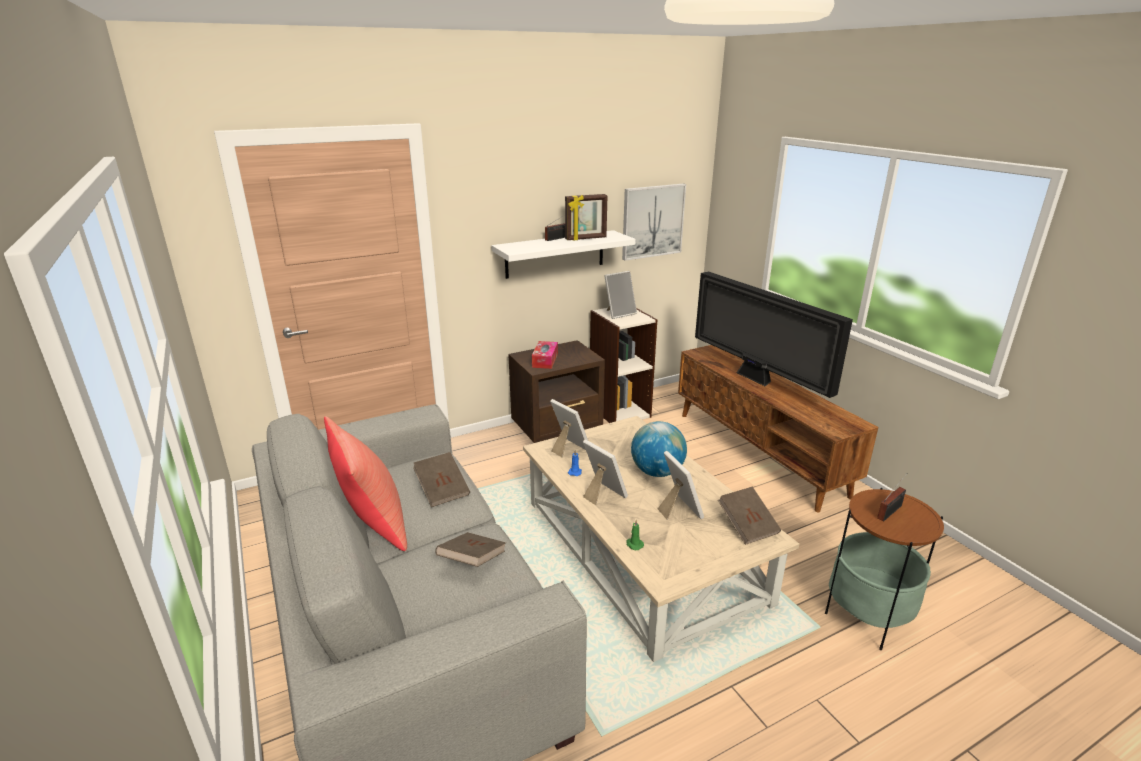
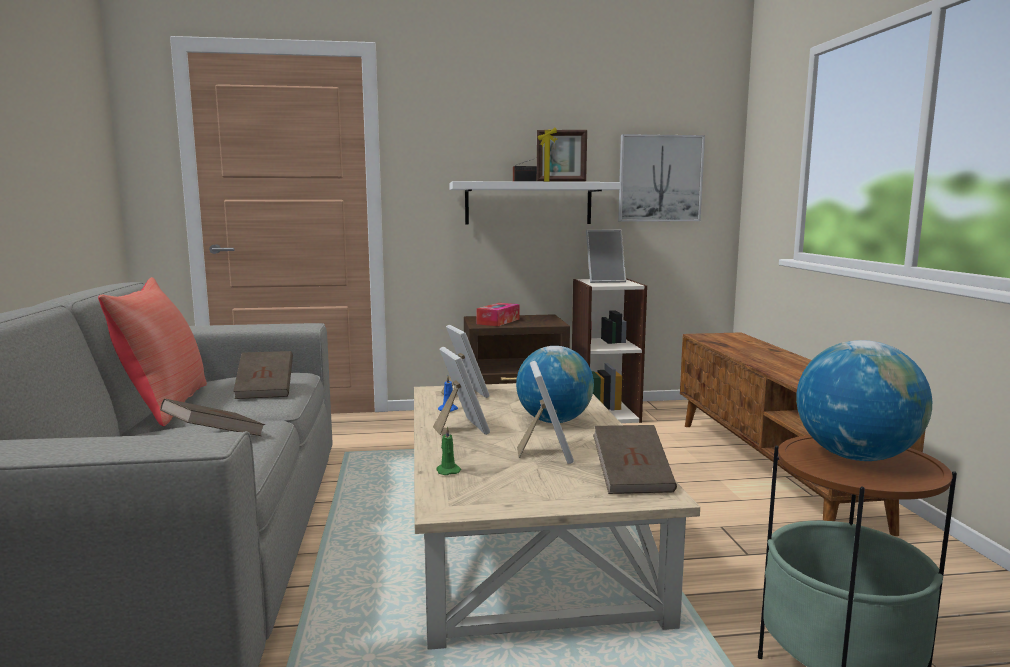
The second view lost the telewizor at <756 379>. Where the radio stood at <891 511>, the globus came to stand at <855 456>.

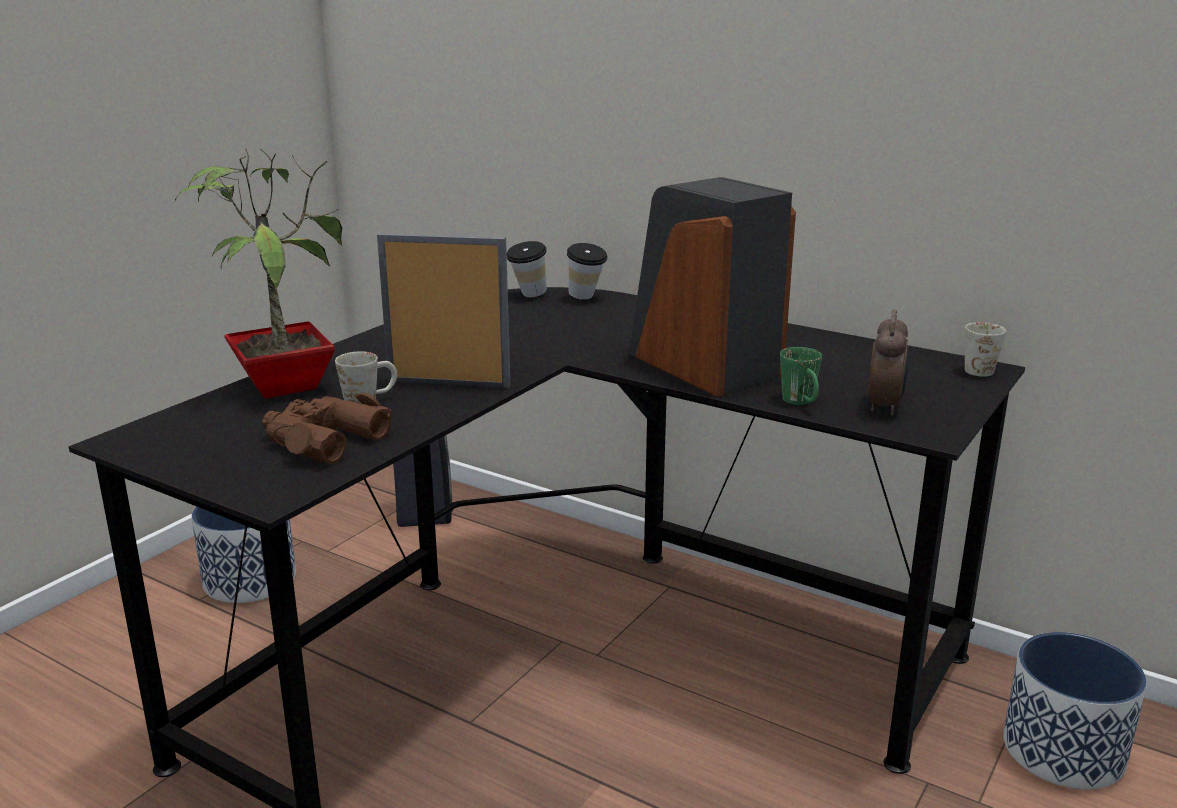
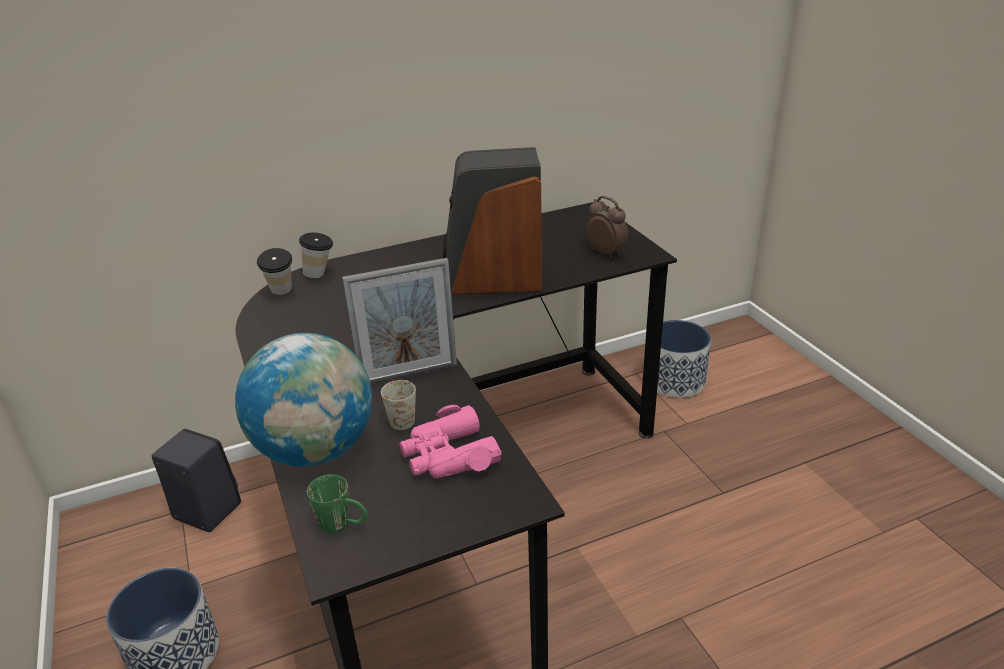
Where the roślina doniczkowa stood at <282 384>, the globus came to stand at <316 450>. What was the lornetka (brązowy) at <322 440> turned into the lornetka (różowy) at <448 455>. The ramka na zdjęcie at <449 383> ended up facing another way, 150 degrees counterclockwise from before. The kubek (zielony) ended up elsewhere, having gone from <802 403> to <343 524>. The second view lost the kubek (biały) at <979 368>.

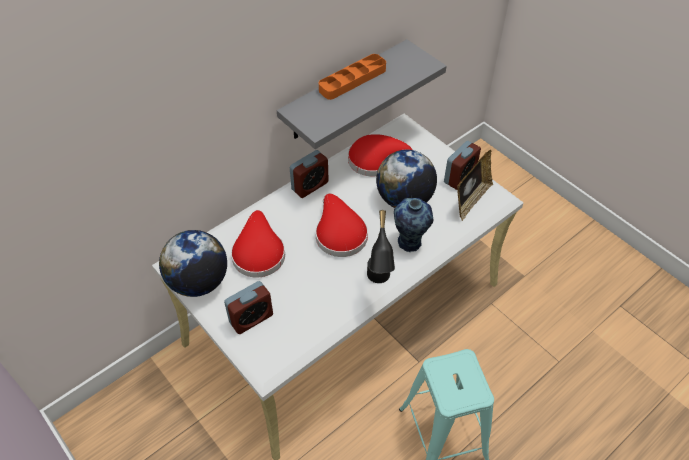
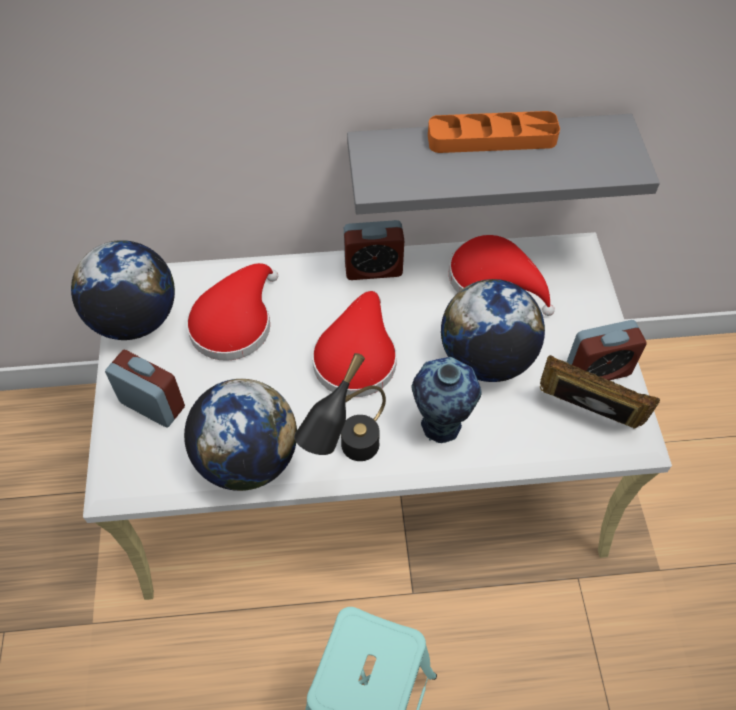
The budzik at <251 318> ended up facing another way, 150 degrees counterclockwise from before. The ramka na zdjęcie at <471 200> ended up facing another way, 135 degrees counterclockwise from before. The second view gained the globus at <247 459>.

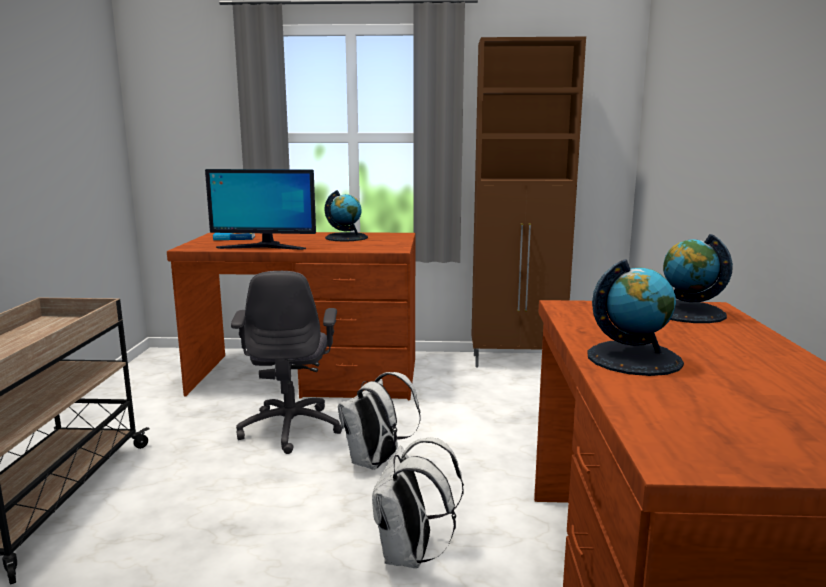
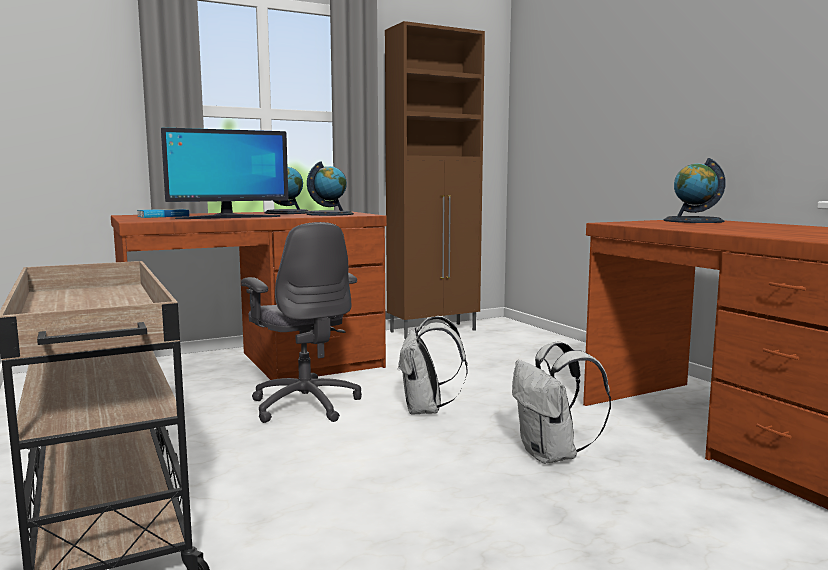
The globus ended up elsewhere, having gone from <634 358> to <330 214>.

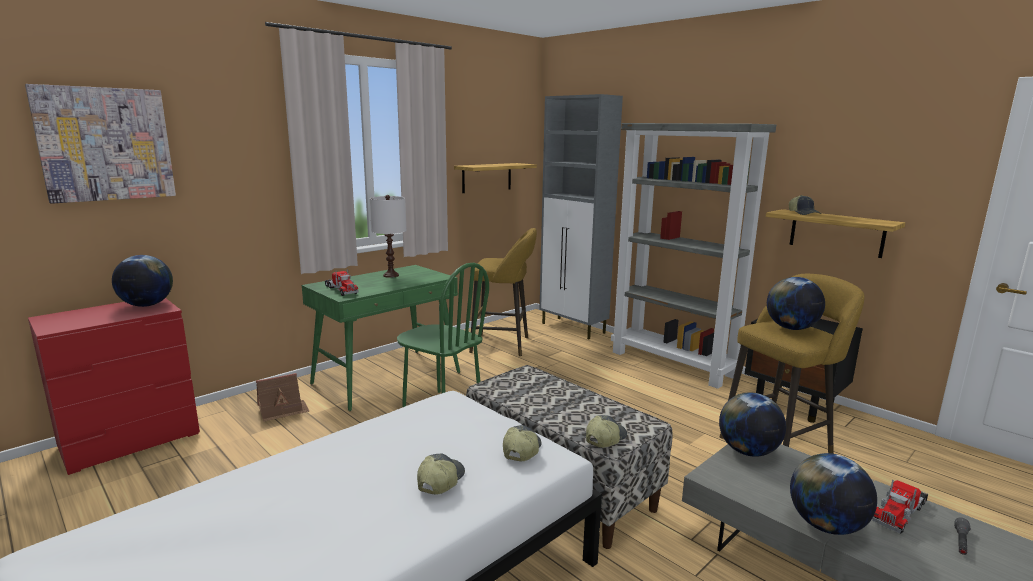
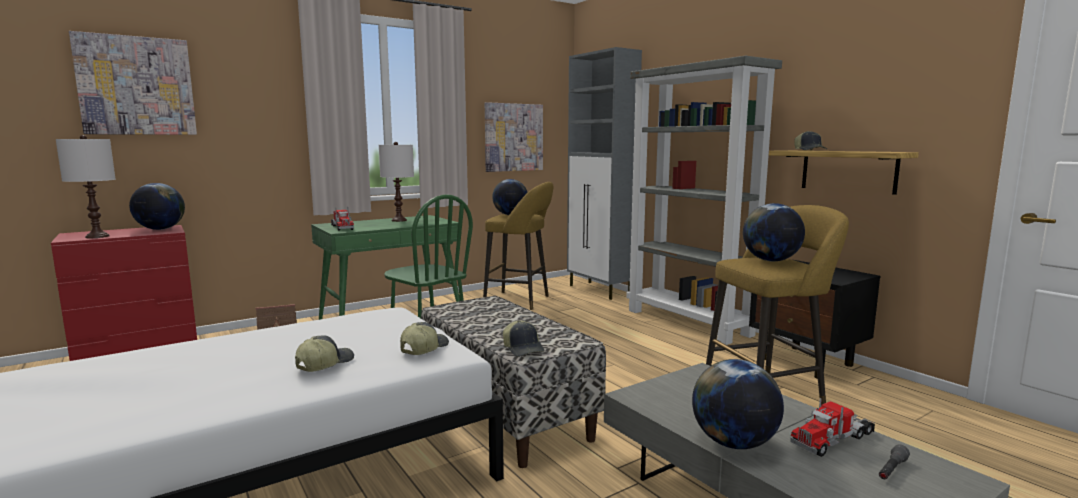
Where the półka hung at <487 177>, the obraz came to hang at <513 137>. The czapka z daszkiem at <605 438> ended up facing another way, 105 degrees clockwise from before. The globus ended up elsewhere, having gone from <748 451> to <510 215>. The second view gained the lampa stołowa (biały) at <97 236>.

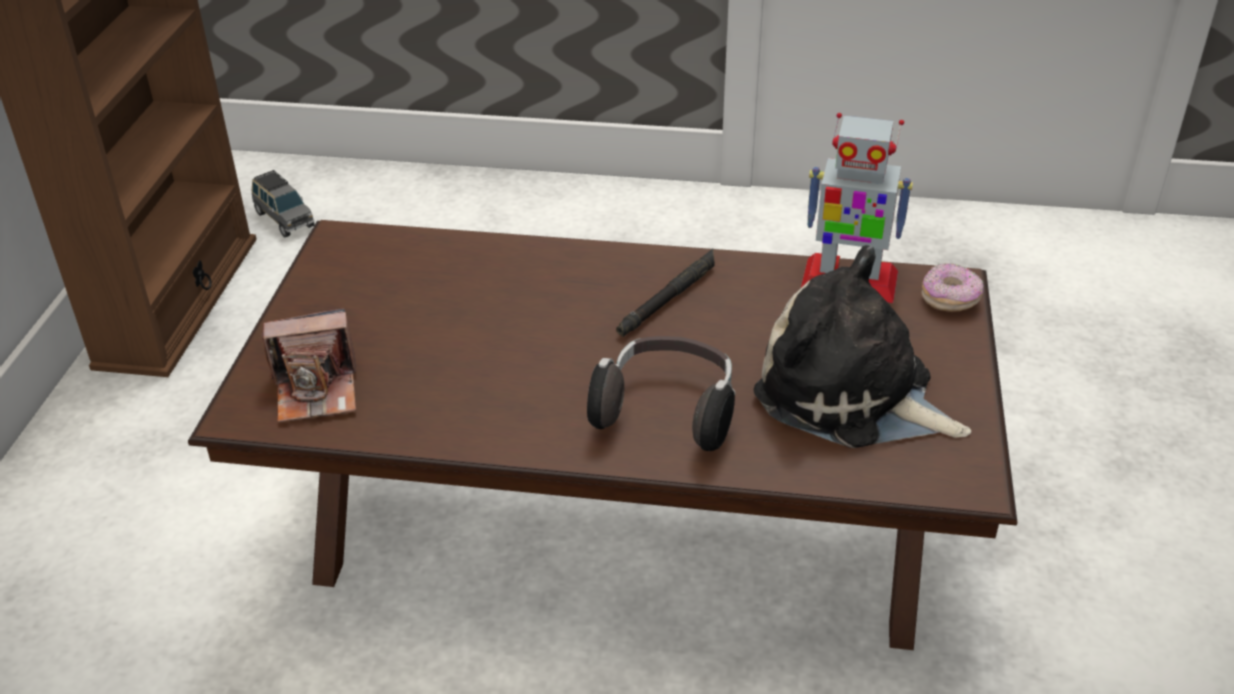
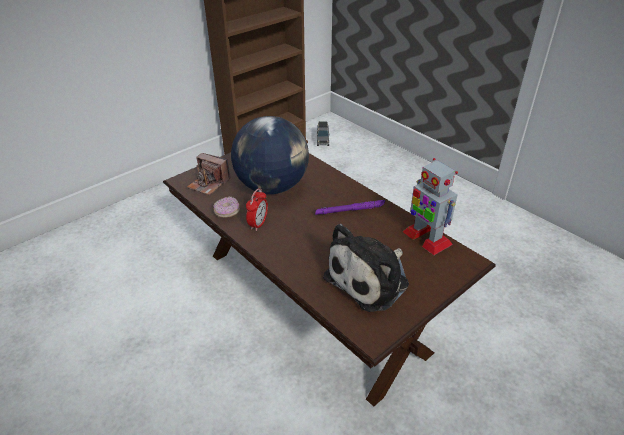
The second view lost the słuchawki at <667 412>. What was the latarka (czarny) at <669 298> turned into the latarka (fioletowy) at <350 210>. The pluszak at <852 395> ended up facing another way, 120 degrees counterclockwise from before. The donut ended up elsewhere, having gone from <950 299> to <227 212>. The second view gained the globus at <272 186>. The second view gained the budzik at <258 224>.

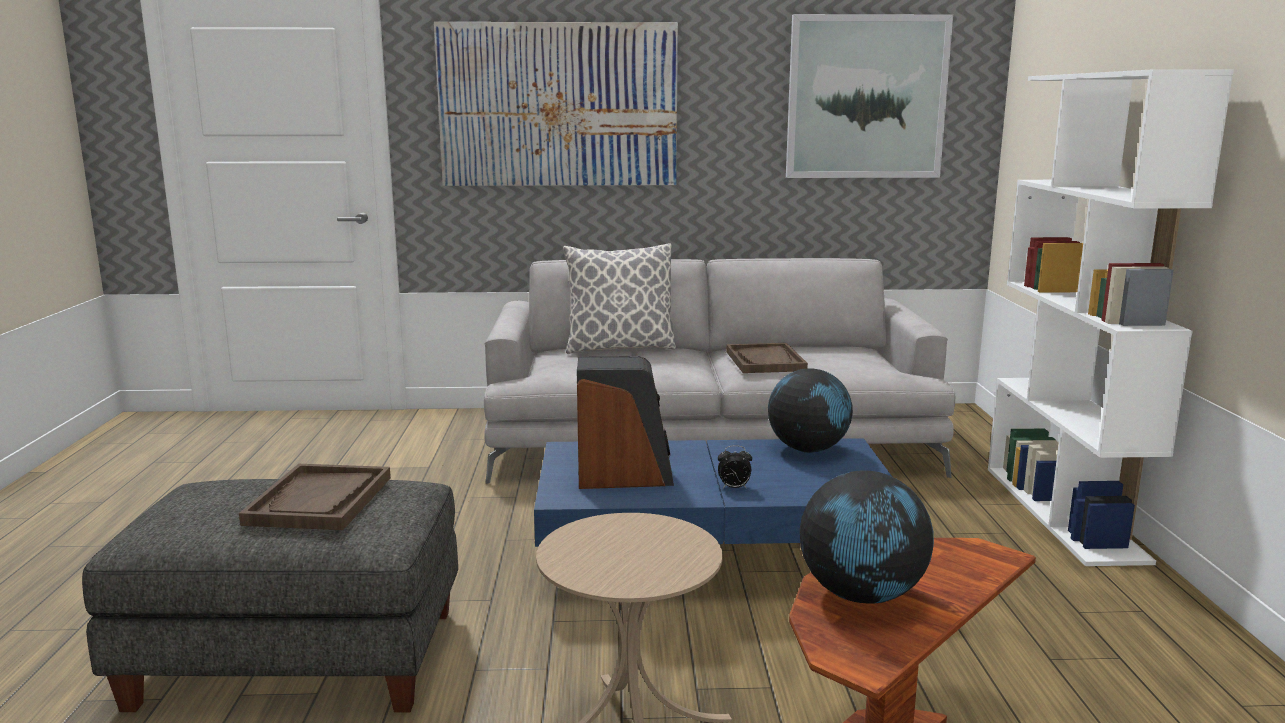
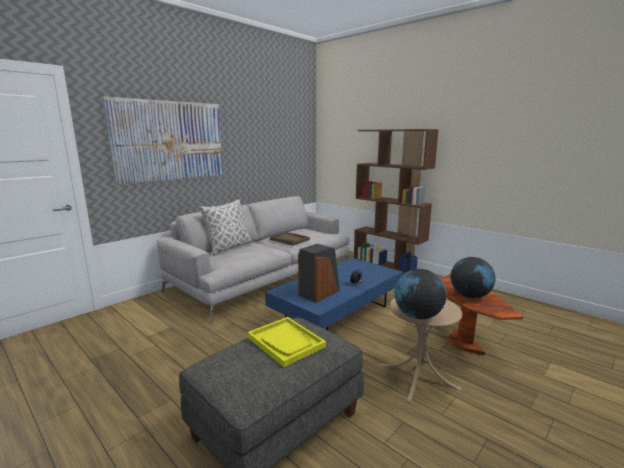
What was the taca (brązowy) at <320 500> turned into the taca (żółty) at <286 342>. The globus ended up elsewhere, having gone from <808 449> to <417 316>. The second view lost the obraz at <866 97>. What was the regał (biały) at <1064 512> turned into the regał (brązowy) at <388 266>.

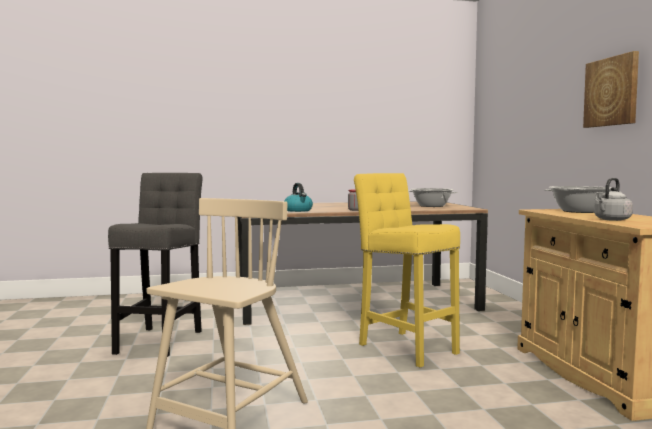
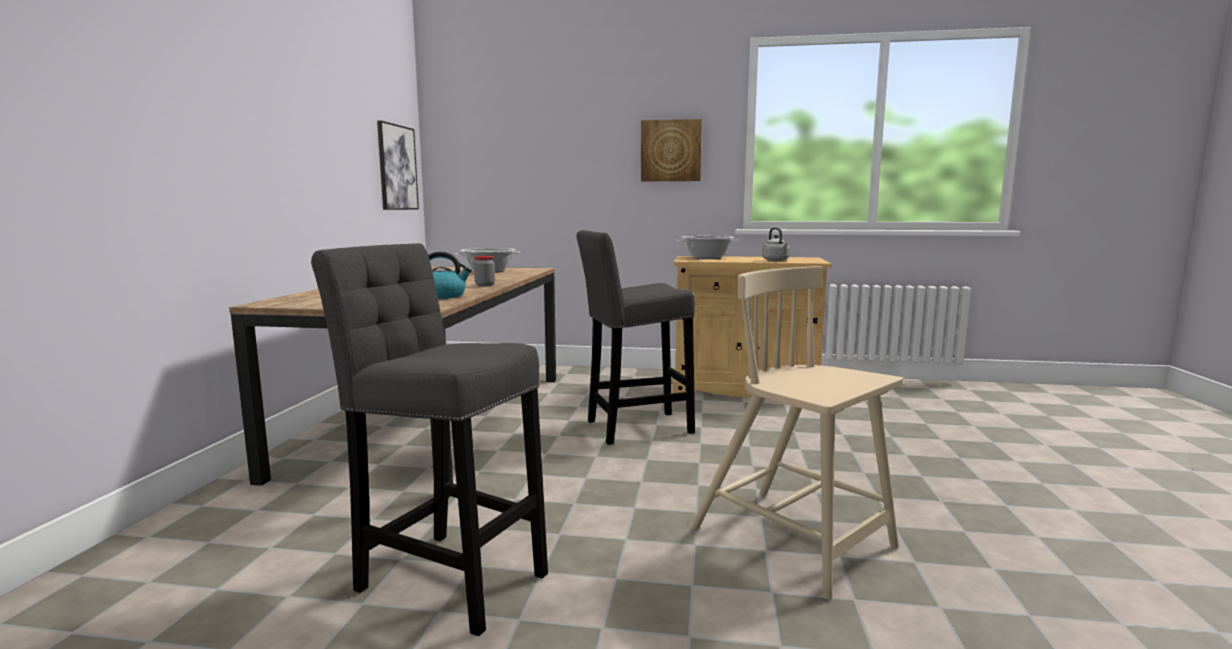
What was the stołek (żółty) at <405 347> turned into the stołek (szary) at <633 428>. The second view gained the obraz at <397 167>.

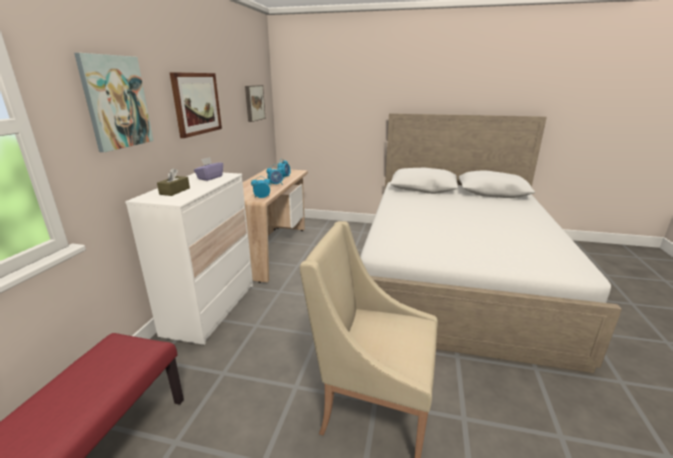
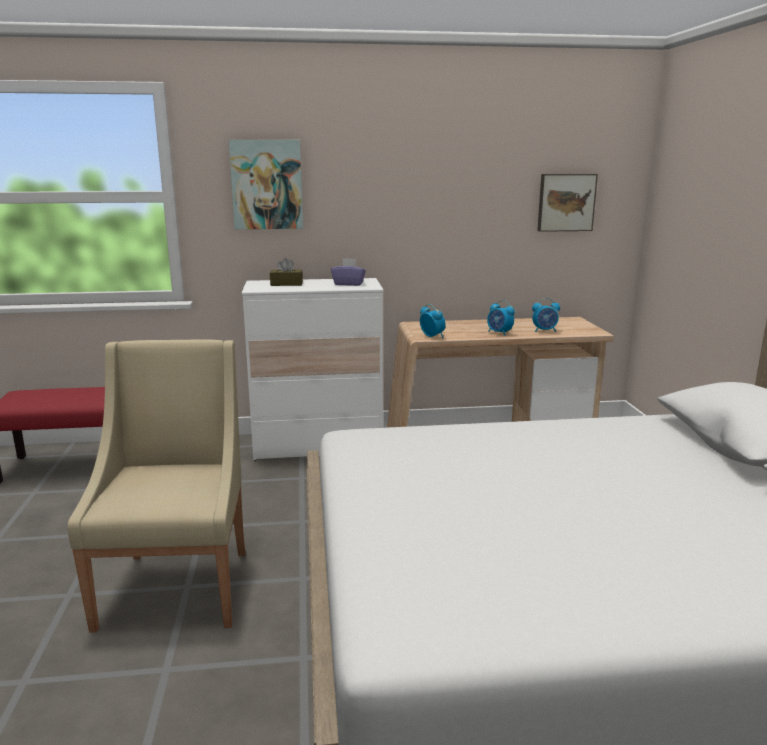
The second view lost the obraz at <196 103>.

